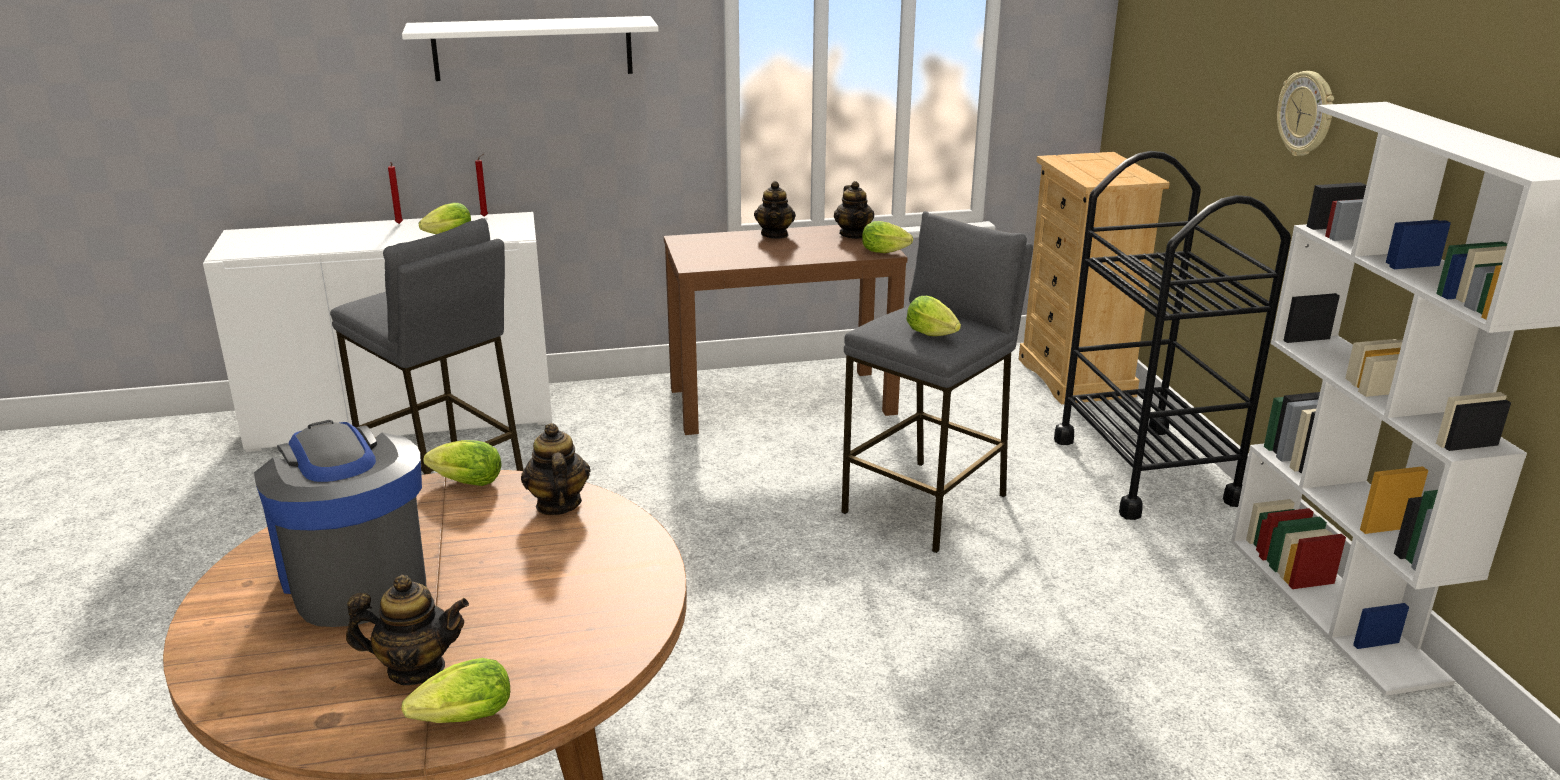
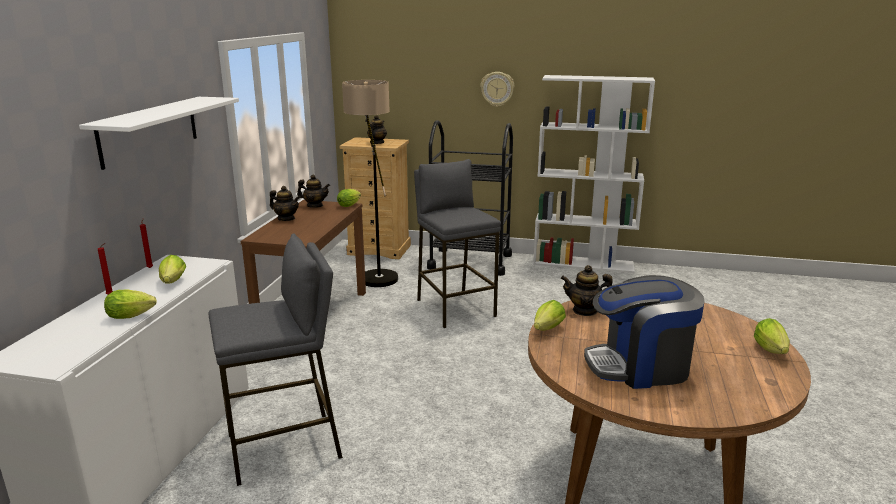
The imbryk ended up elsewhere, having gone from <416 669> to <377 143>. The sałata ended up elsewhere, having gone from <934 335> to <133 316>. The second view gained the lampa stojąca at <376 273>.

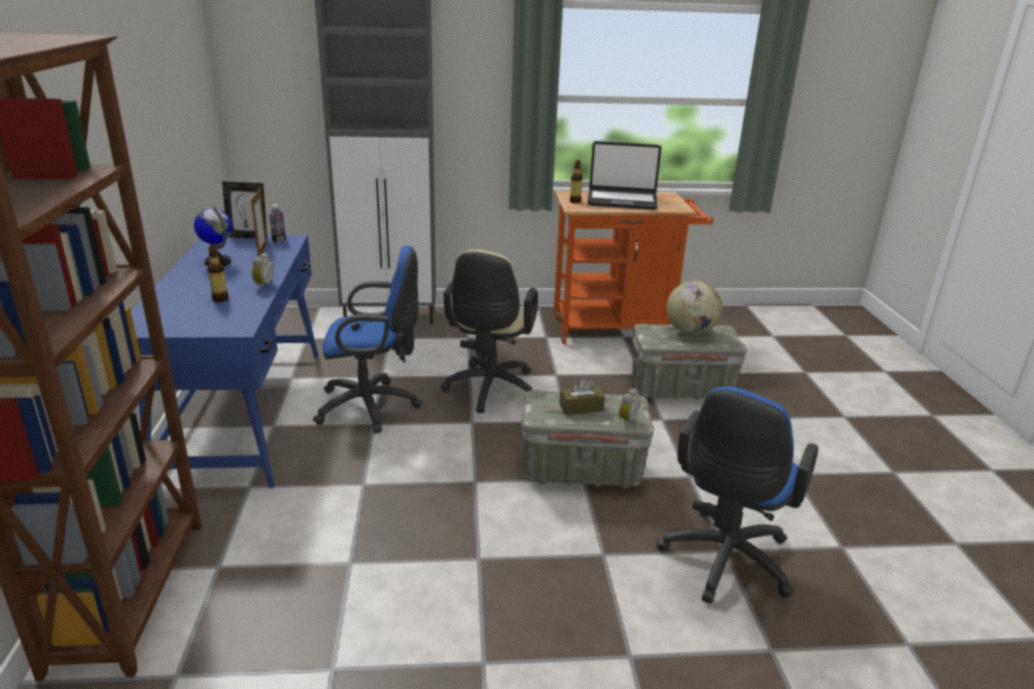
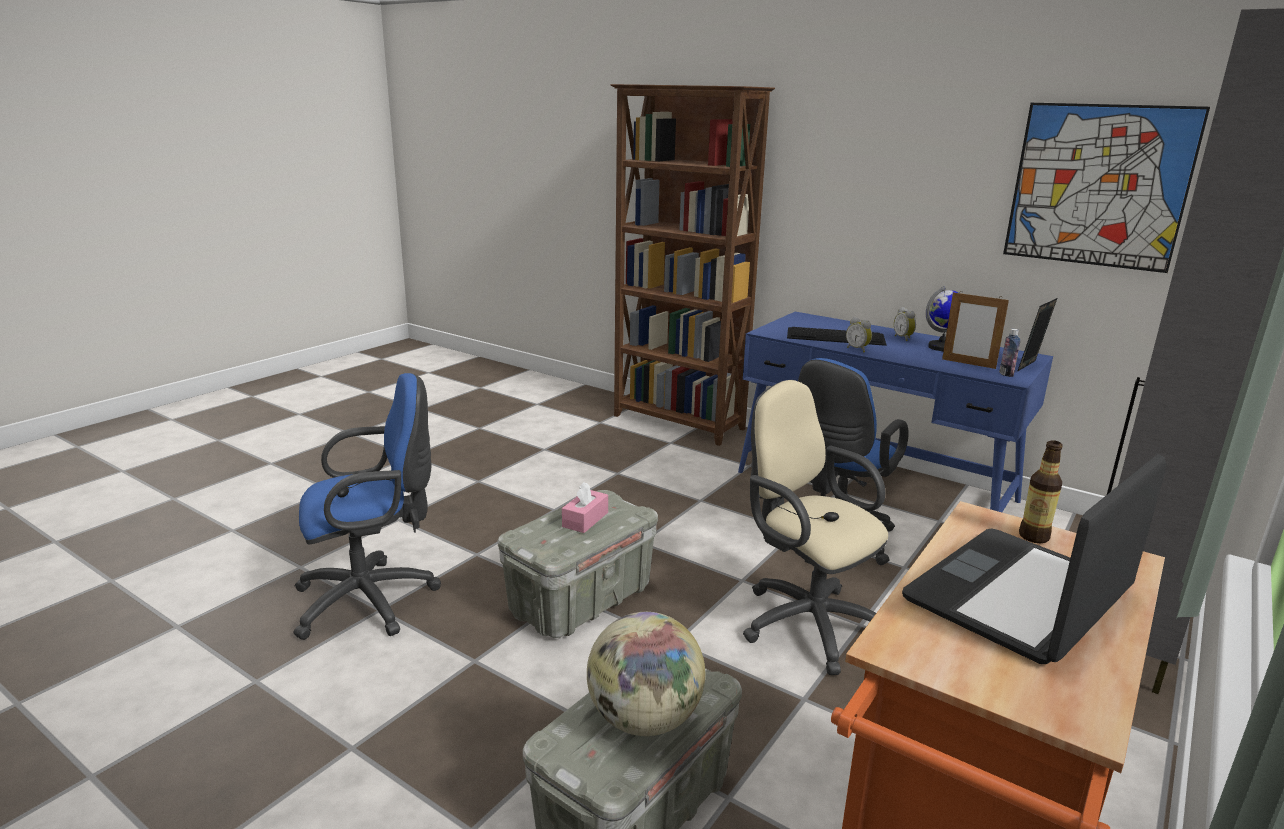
Where the butelka stood at <220 299>, the klawiatura came to stand at <836 336>. What was the pudełko chusteczek (brązowy) at <581 407> turned into the pudełko chusteczek (różowy) at <585 519>. The budzik ended up elsewhere, having gone from <626 420> to <904 338>. The krzesło biurowe (niebieski) at <723 563> ended up facing another way, 90 degrees clockwise from before. The second view gained the obraz at <1098 186>.

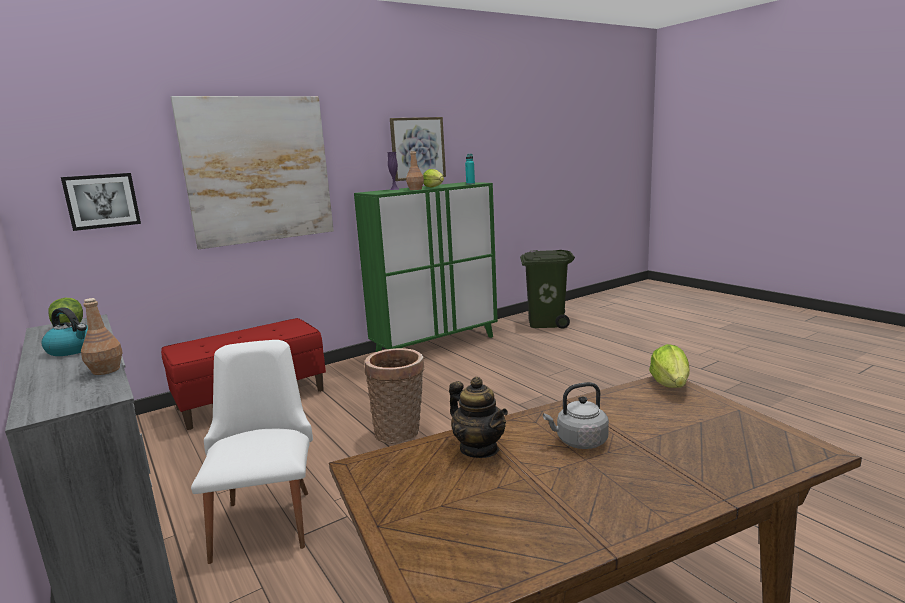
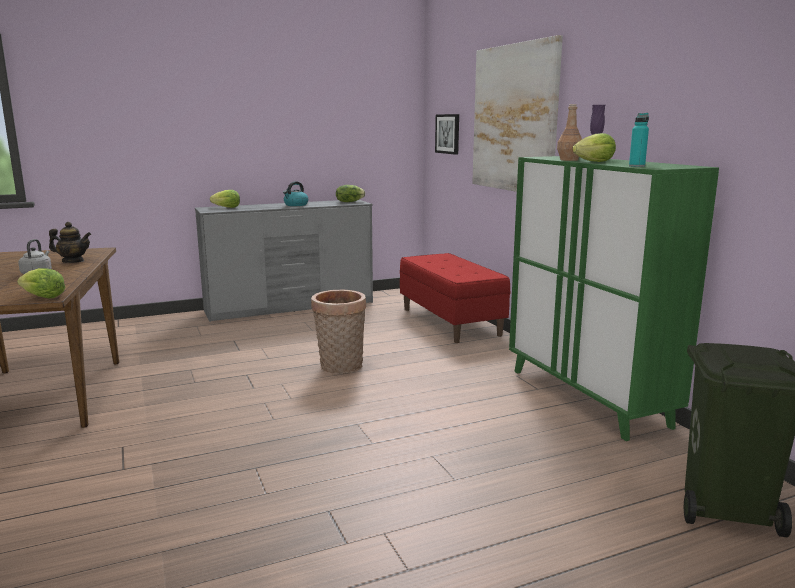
The second view lost the butelka (brązowy) at <106 370>. The second view lost the krzesło (biały) at <267 517>. The second view lost the obraz at <417 148>. The imbryk at <479 449> ended up facing another way, 150 degrees counterclockwise from before. The second view gained the sałata at <227 207>.

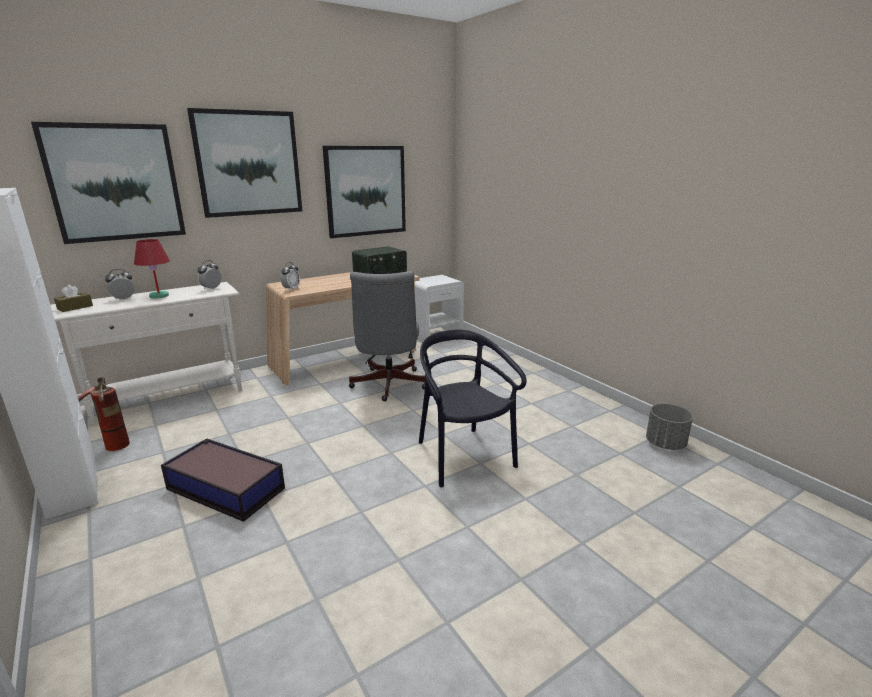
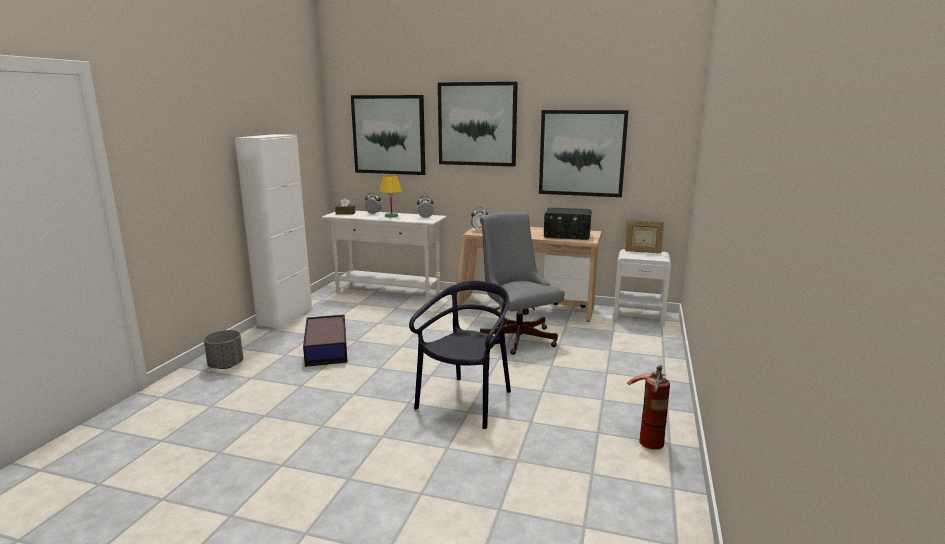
The gaśnica ended up elsewhere, having gone from <113 442> to <647 437>. What was the lampa stołowa (czerwony) at <159 296> turned into the lampa stołowa (żółty) at <391 216>. The krzesło biurowe (szary) at <388 386> ended up facing another way, 105 degrees clockwise from before. The donica (szary) ended up elsewhere, having gone from <665 444> to <226 365>. The second view gained the ramka na zdjęcie at <642 252>.

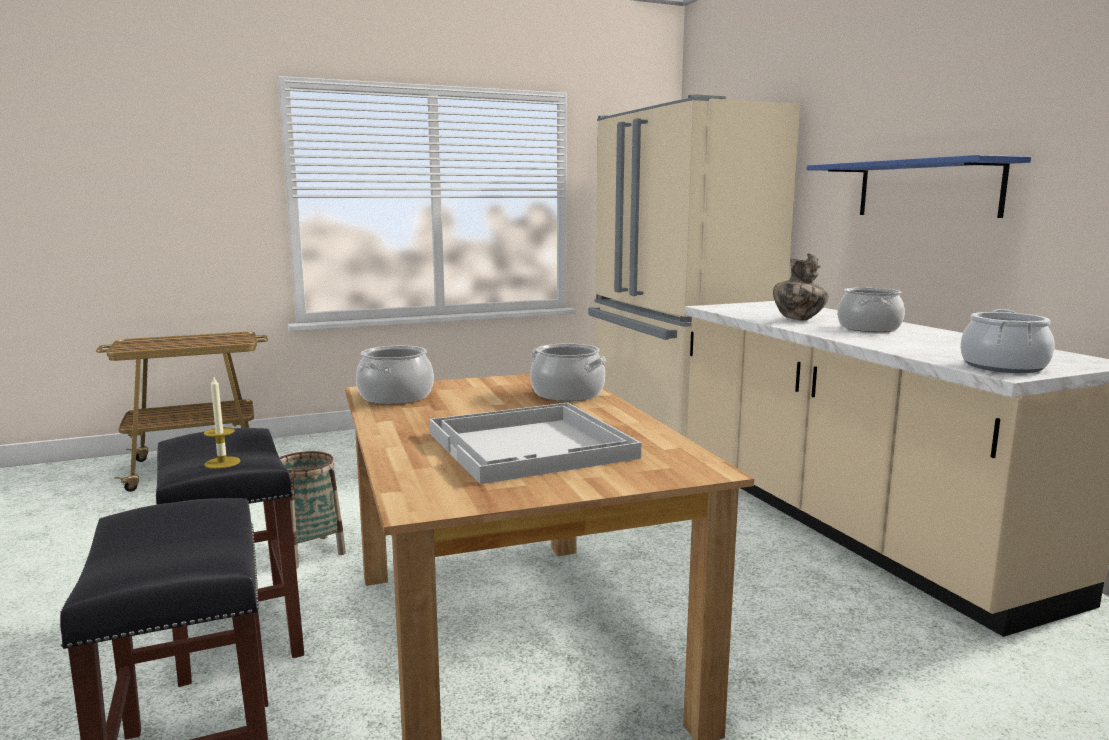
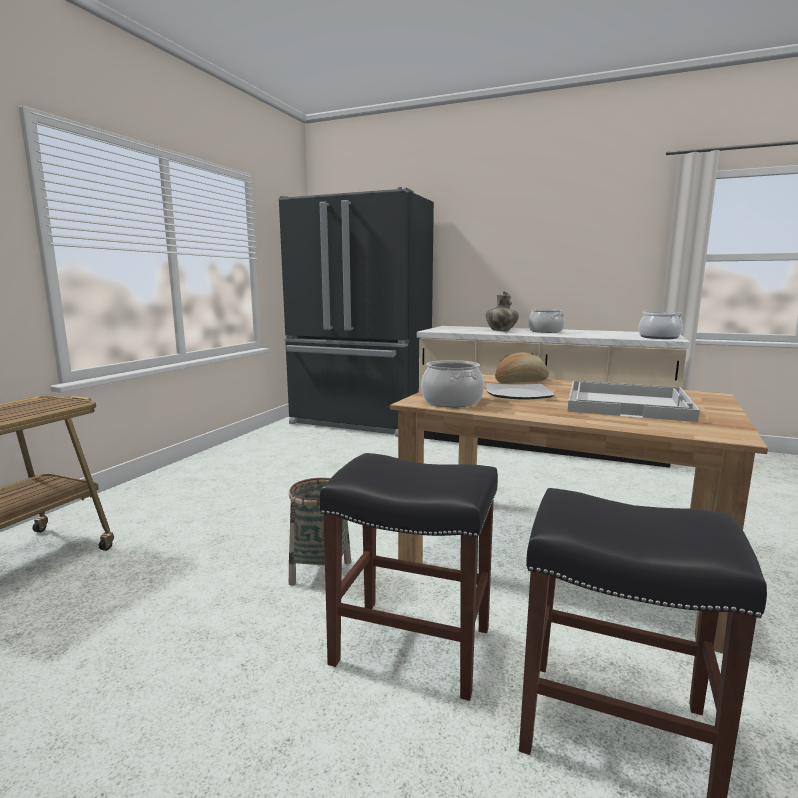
The second view lost the świeca at <222 462>. Where the garnek stood at <567 394>, the chleb came to stand at <520 382>. What was the lodówka (beżowy) at <674 425> turned into the lodówka (czarny) at <360 421>. The second view lost the półka (niebieski) at <927 189>. The second view gained the talerz at <517 394>.

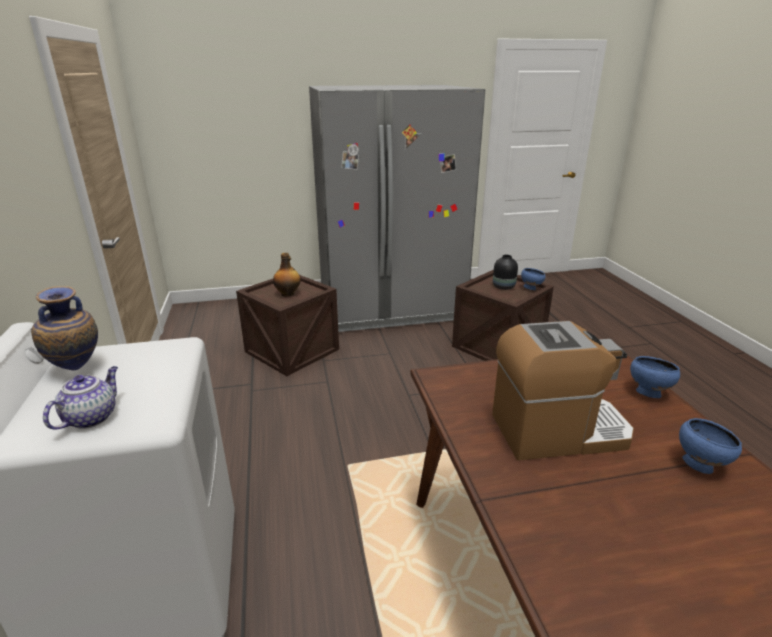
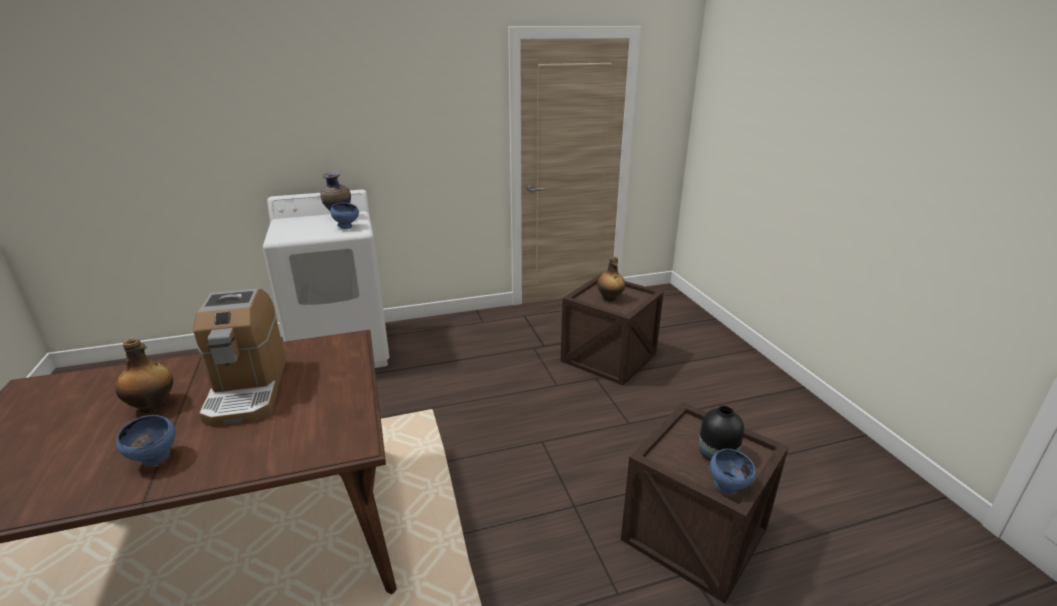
The second view lost the imbryk at <91 417>. The second view lost the lodówka (szary) at <390 307>. The miska (niebieski) ended up elsewhere, having gone from <647 393> to <347 227>. The second view gained the butelka at <153 406>.

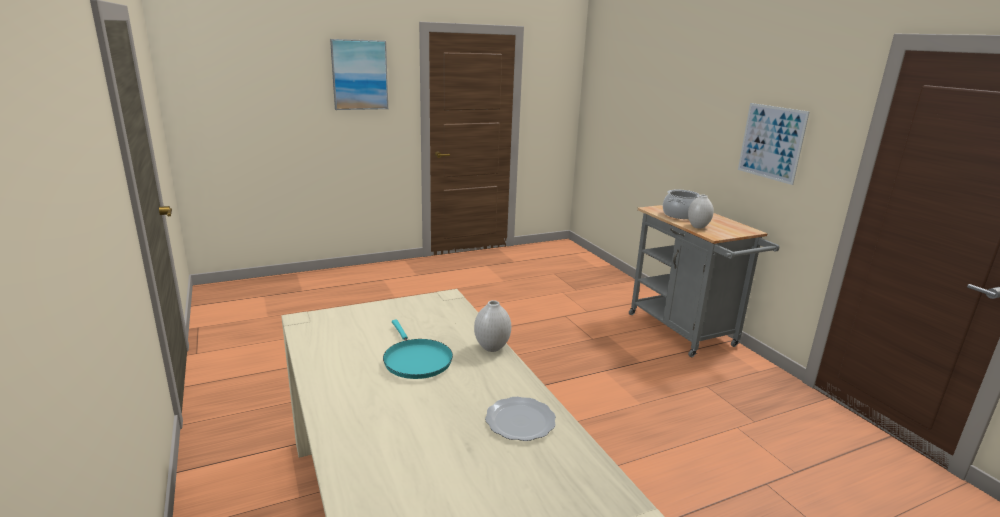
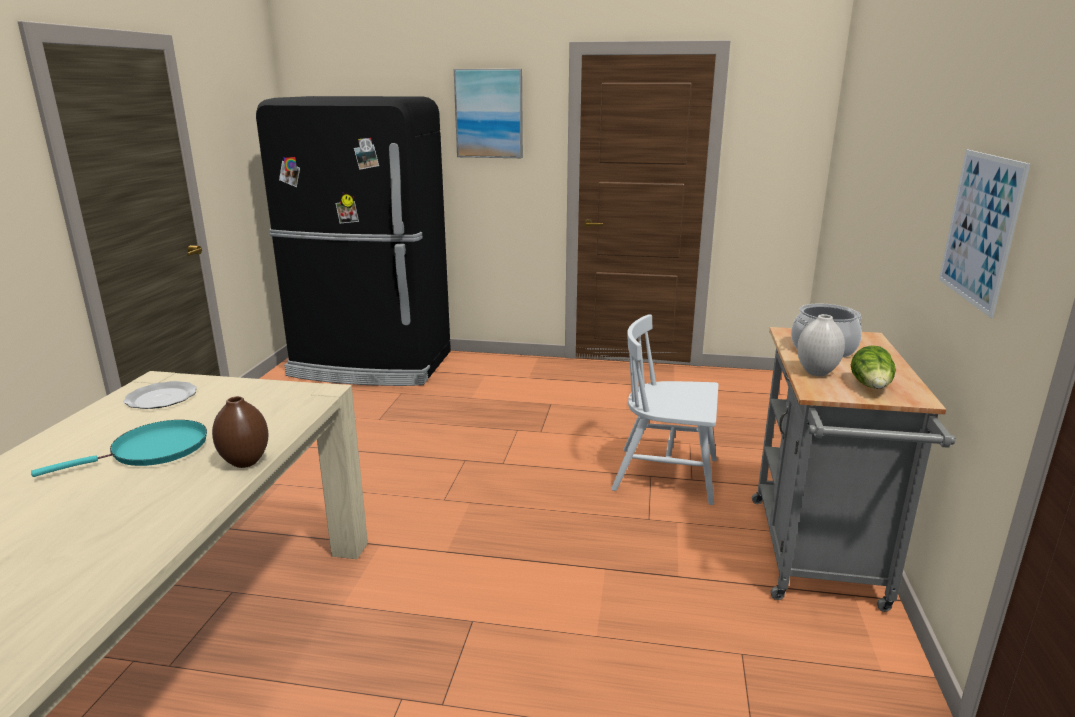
The patelnia (turkusowy) at <415 360> ended up facing another way, 135 degrees counterclockwise from before. What was the wazon (biały) at <491 348> turned into the wazon (brązowy) at <244 462>. The talerz ended up elsewhere, having gone from <520 422> to <160 398>. The second view gained the lodówka (czarny) at <372 365>. The second view gained the krzesło (biały) at <666 475>. The second view gained the sałata at <871 387>.

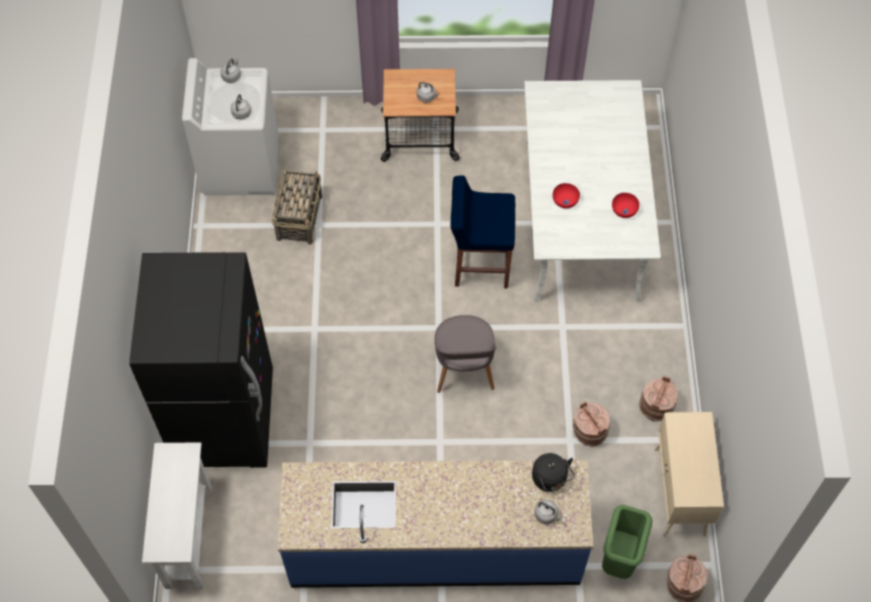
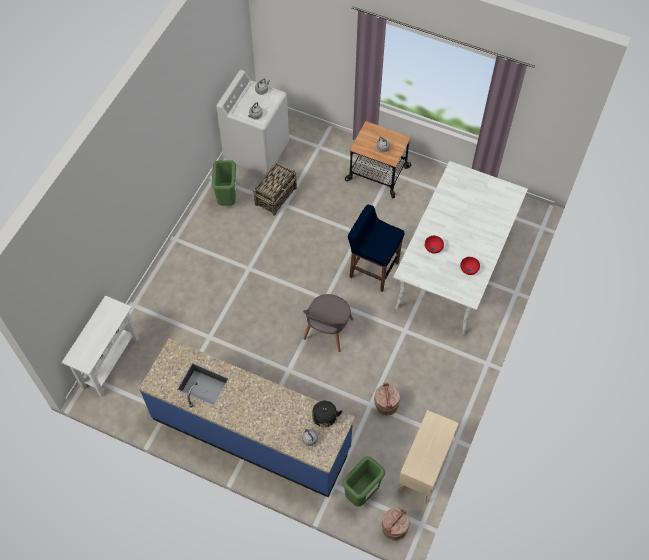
The second view lost the lodówka (czarny) at <225 419>. The second view lost the wiadro (brązowy) at <656 407>. The second view gained the kosz na śmieci (zielony) at <228 199>.

